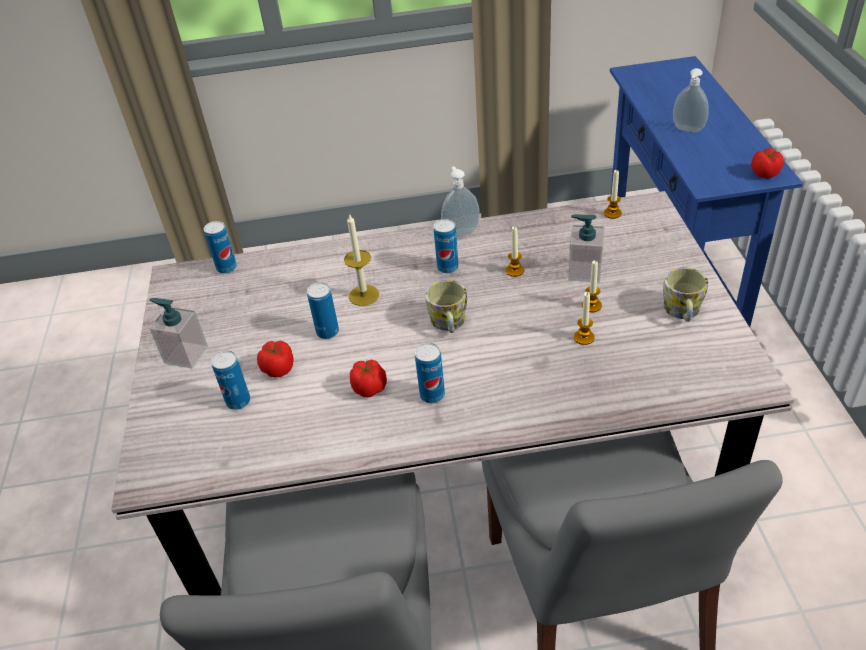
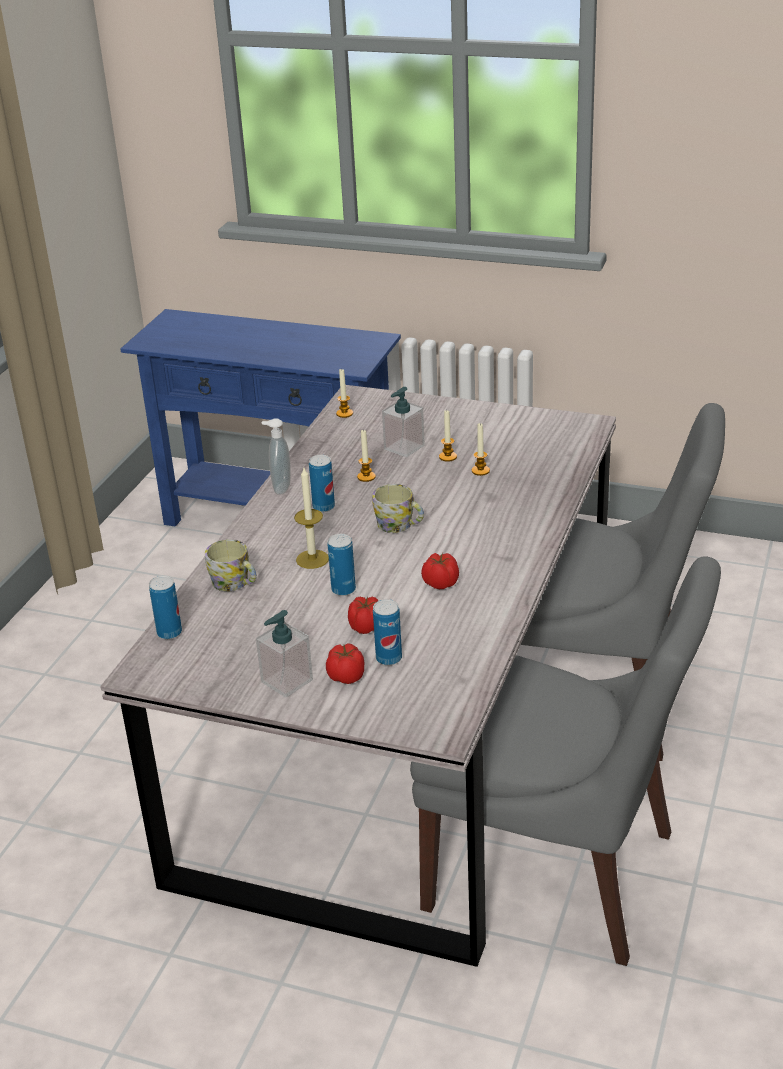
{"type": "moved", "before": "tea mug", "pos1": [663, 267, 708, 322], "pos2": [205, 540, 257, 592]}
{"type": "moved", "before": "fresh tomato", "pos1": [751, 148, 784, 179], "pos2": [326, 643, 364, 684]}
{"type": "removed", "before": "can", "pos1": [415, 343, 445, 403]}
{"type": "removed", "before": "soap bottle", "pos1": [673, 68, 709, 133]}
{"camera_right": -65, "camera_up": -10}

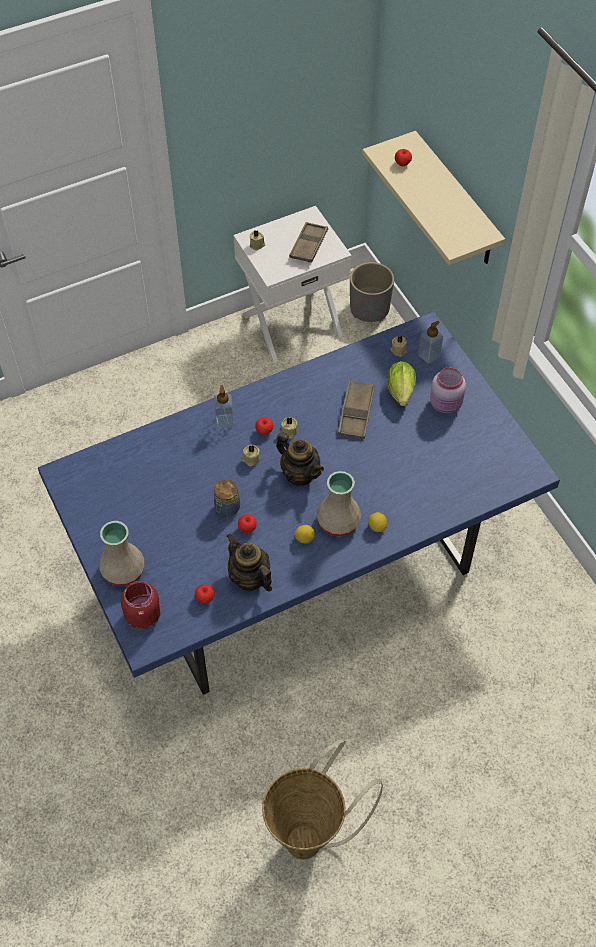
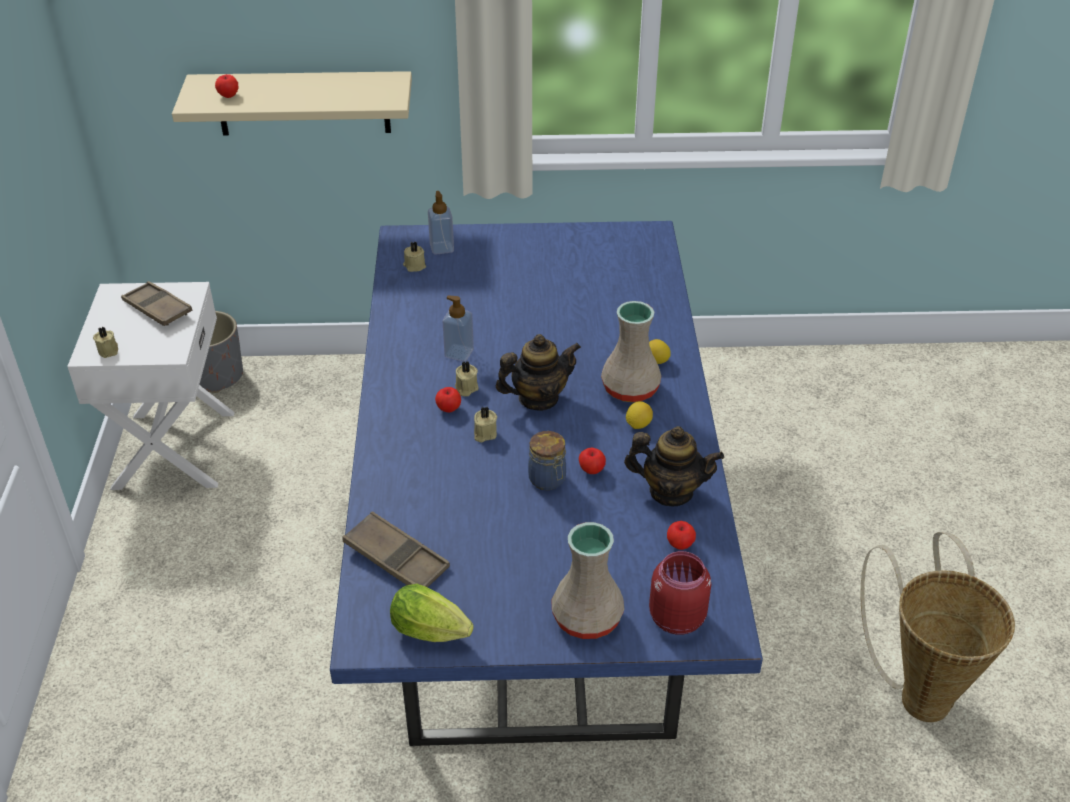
{"type": "moved", "before": "serving tray in brown", "pos1": [338, 381, 375, 439], "pos2": [342, 511, 450, 588]}
{"type": "moved", "before": "head of lettuce", "pos1": [387, 361, 416, 406], "pos2": [390, 584, 474, 642]}
{"type": "moved", "before": "soap bottle", "pos1": [214, 385, 234, 428], "pos2": [443, 296, 474, 361]}
{"type": "turned", "before": "tea pot", "pos1": [227, 534, 272, 592], "pos2": [624, 426, 724, 506], "turn": -150}
{"type": "removed", "before": "storage jar in pinkish", "pos1": [430, 368, 466, 414]}
{"camera_right": -65, "camera_up": -15}

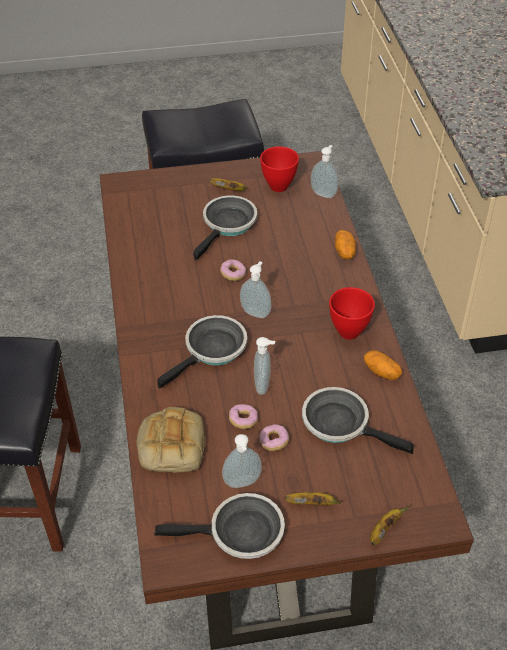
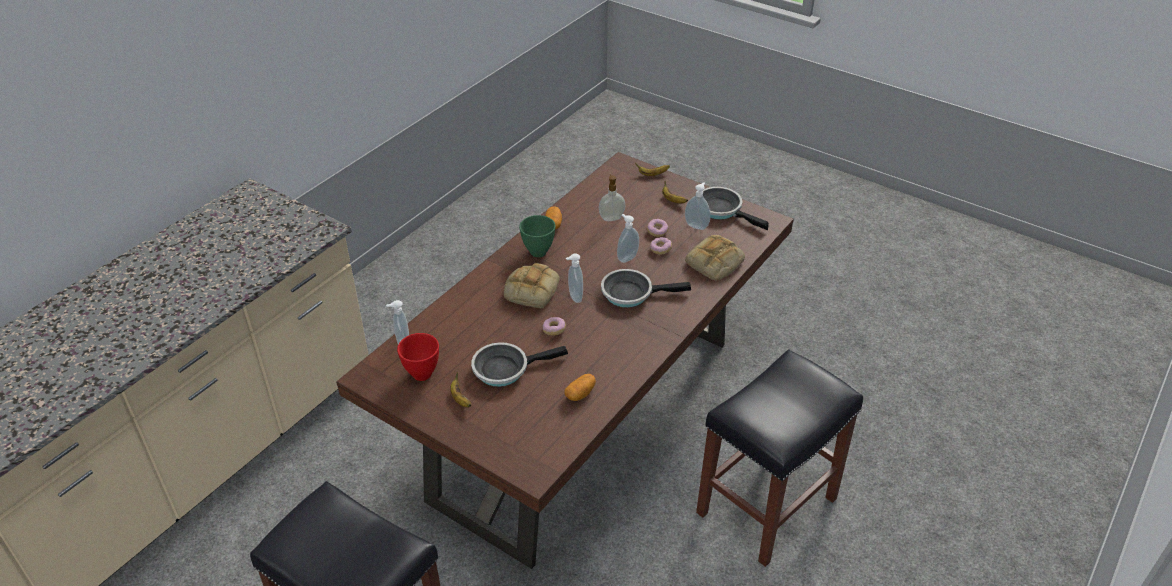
{"type": "added", "after": "baked bread", "pos2": [504, 263, 560, 308]}
{"type": "recoloured", "before": "deep dish in red", "after": "deep dish in greenish", "pos1": [329, 287, 375, 340], "pos2": [519, 215, 556, 257]}
{"type": "moved", "before": "whole potato", "pos1": [335, 230, 356, 259], "pos2": [565, 374, 596, 401]}
{"type": "replaced", "before": "frying pan", "after": "soap bottle", "pos1": [302, 387, 414, 454], "pos2": [599, 174, 625, 221]}
{"camera_right": -135, "camera_up": -5}

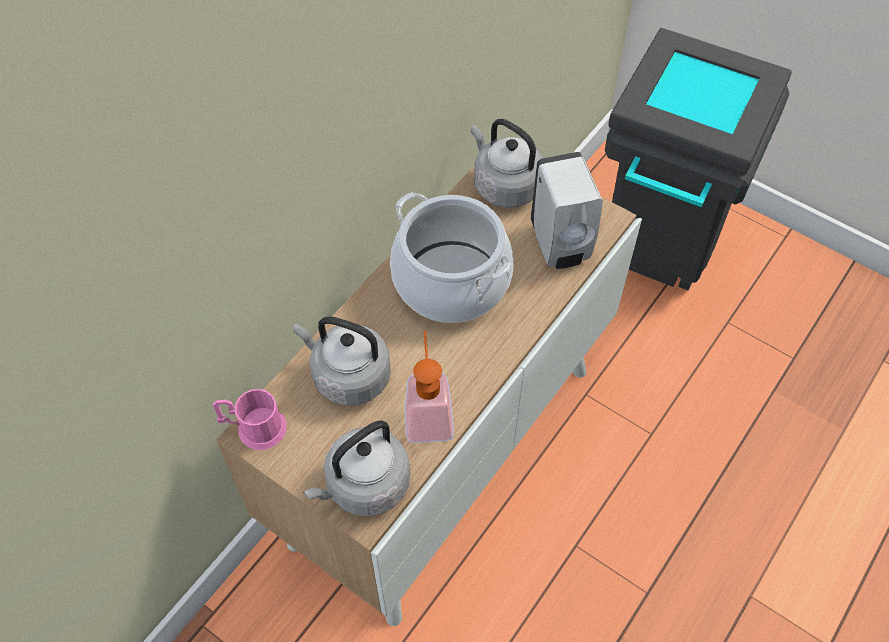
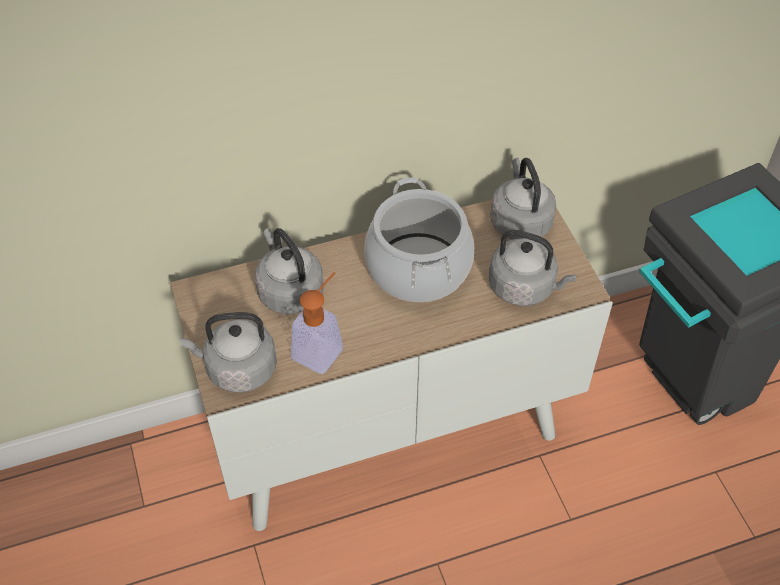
{"type": "replaced", "before": "soap bottle in whitish", "after": "tea kettle in greyish", "pos1": [531, 152, 603, 269], "pos2": [489, 230, 577, 306]}
{"type": "removed", "before": "tea mug in pinkish", "pos1": [213, 389, 287, 450]}
{"camera_right": 35, "camera_up": -5}

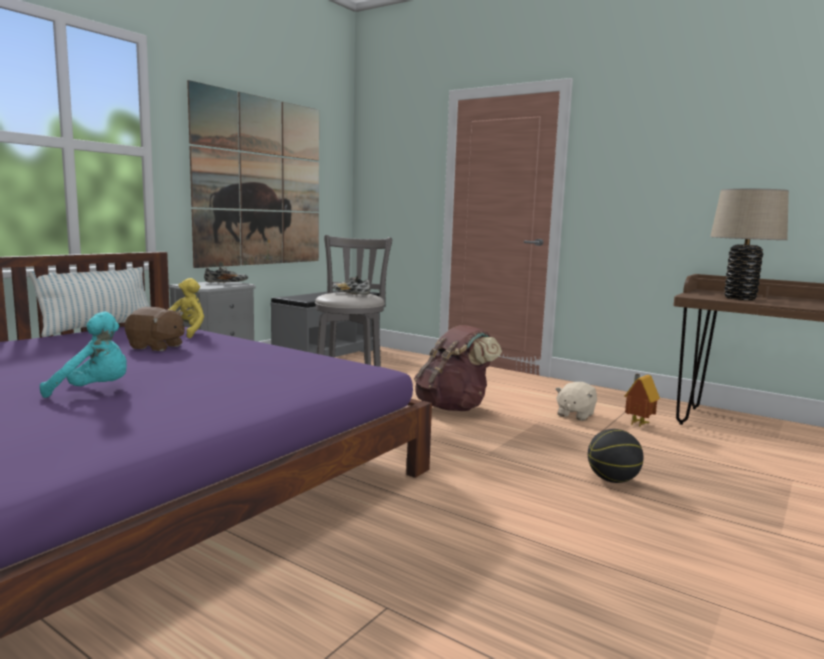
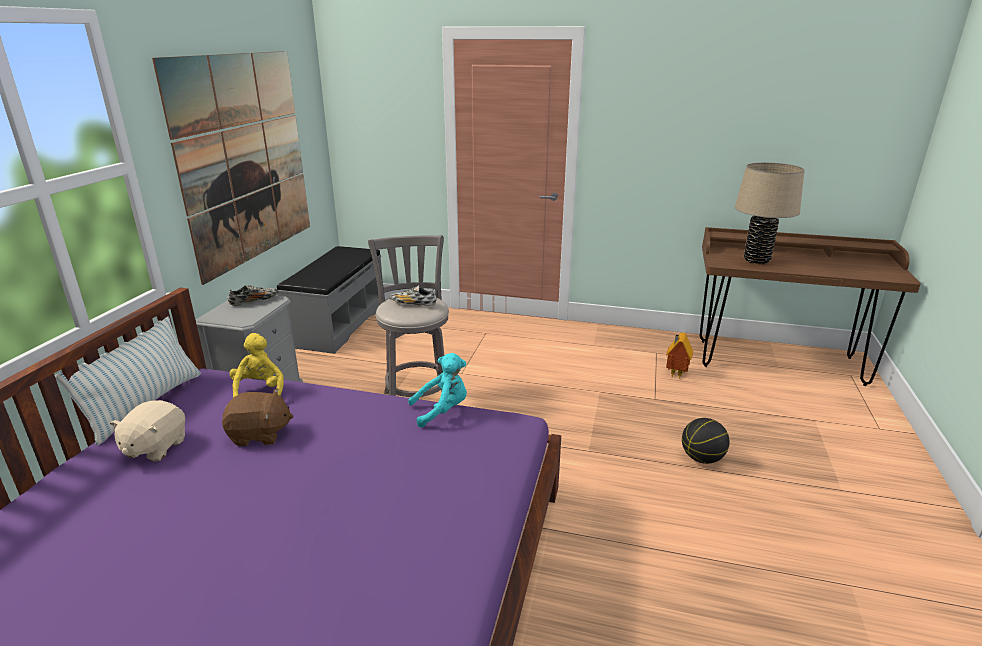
{"type": "moved", "before": "cuddly toy in beige", "pos1": [556, 382, 597, 421], "pos2": [110, 400, 185, 462]}
{"type": "moved", "before": "cuddly toy in turquoise-coloured", "pos1": [40, 312, 127, 398], "pos2": [408, 353, 467, 427]}
{"type": "removed", "before": "rucksack in brown", "pos1": [414, 325, 502, 411]}
{"camera_right": -20, "camera_up": 15}

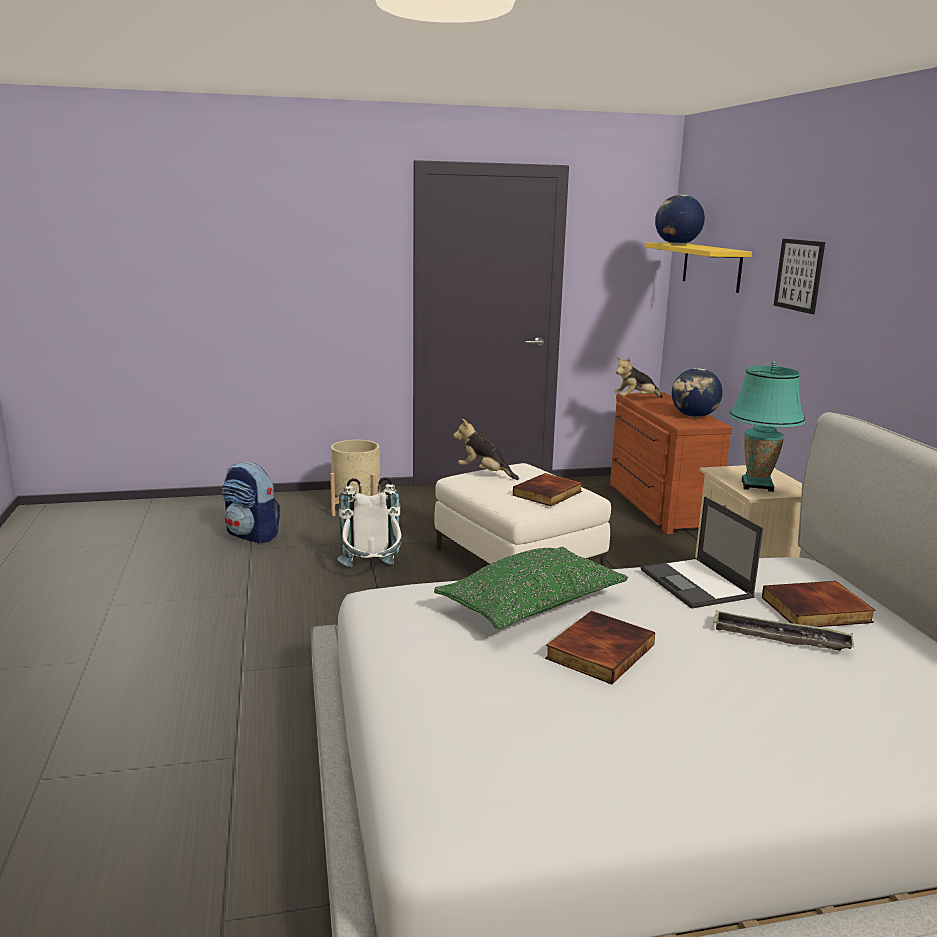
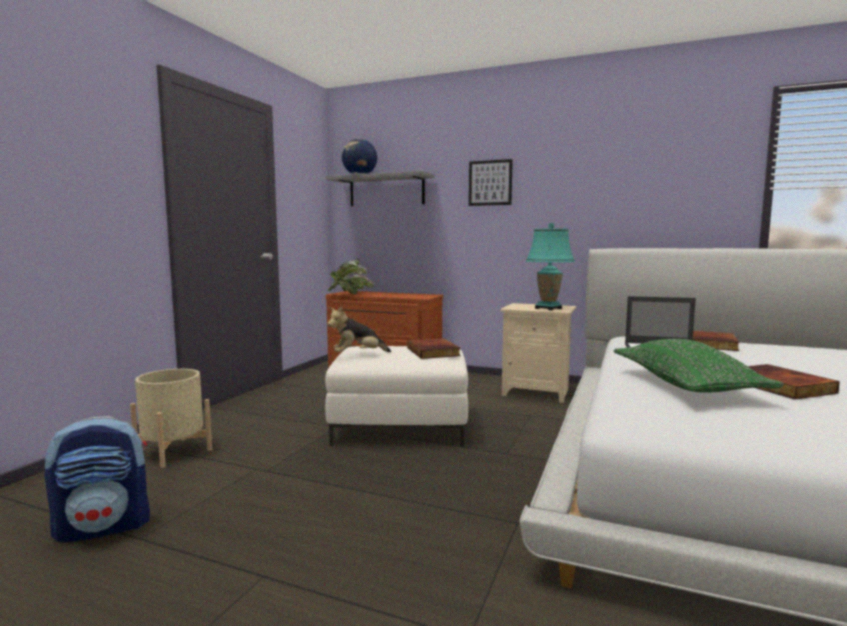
{"type": "recoloured", "before": "wall shelf in yellowish", "after": "wall shelf in greyish", "pos1": [645, 243, 752, 293], "pos2": [326, 171, 435, 206]}
{"type": "replaced", "before": "cuddly toy", "after": "potted plant", "pos1": [615, 357, 663, 398], "pos2": [327, 258, 374, 294]}
{"type": "removed", "before": "rucksack in whitish", "pos1": [338, 477, 402, 567]}
{"type": "removed", "before": "globe", "pos1": [672, 368, 723, 417]}
{"type": "removed", "before": "serving tray", "pos1": [713, 611, 854, 651]}
{"camera_right": -55, "camera_up": -10}

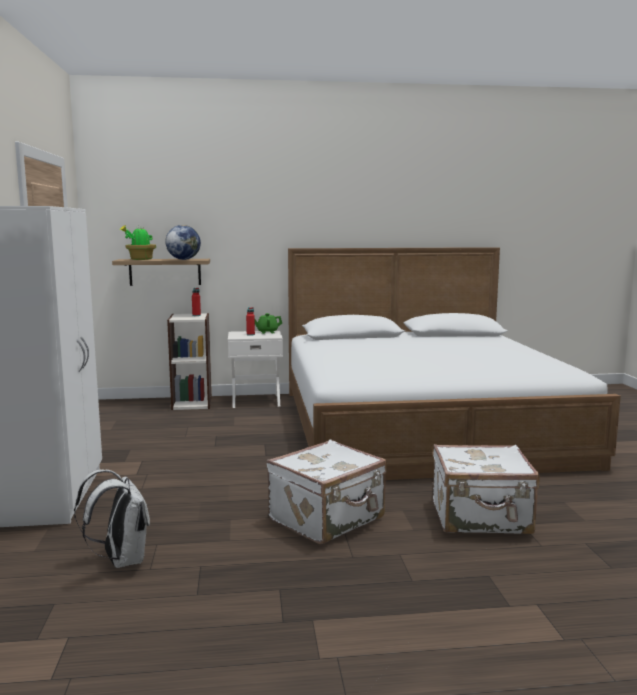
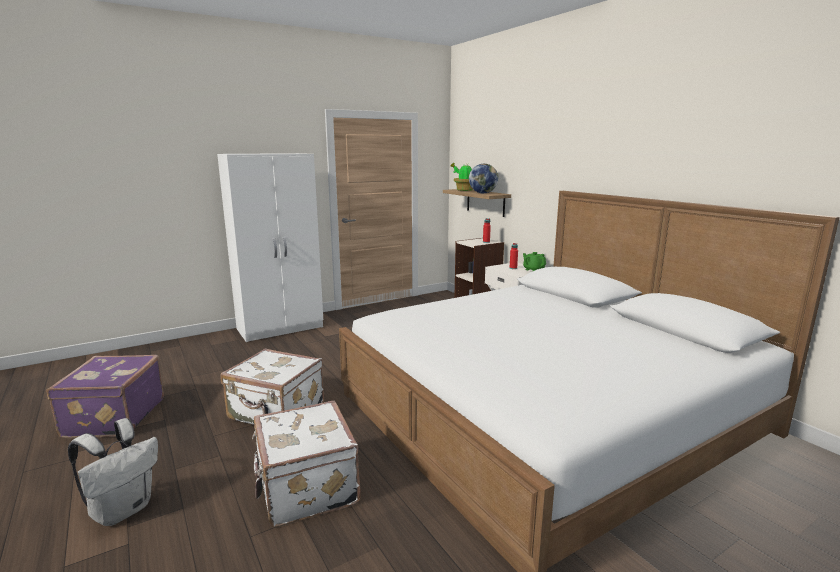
{"type": "added", "after": "suitcase in purple", "pos2": [46, 355, 164, 438]}
{"type": "moved", "before": "rucksack in whitish", "pos1": [74, 469, 150, 568], "pos2": [68, 418, 158, 526]}
{"camera_right": 65, "camera_up": 5}

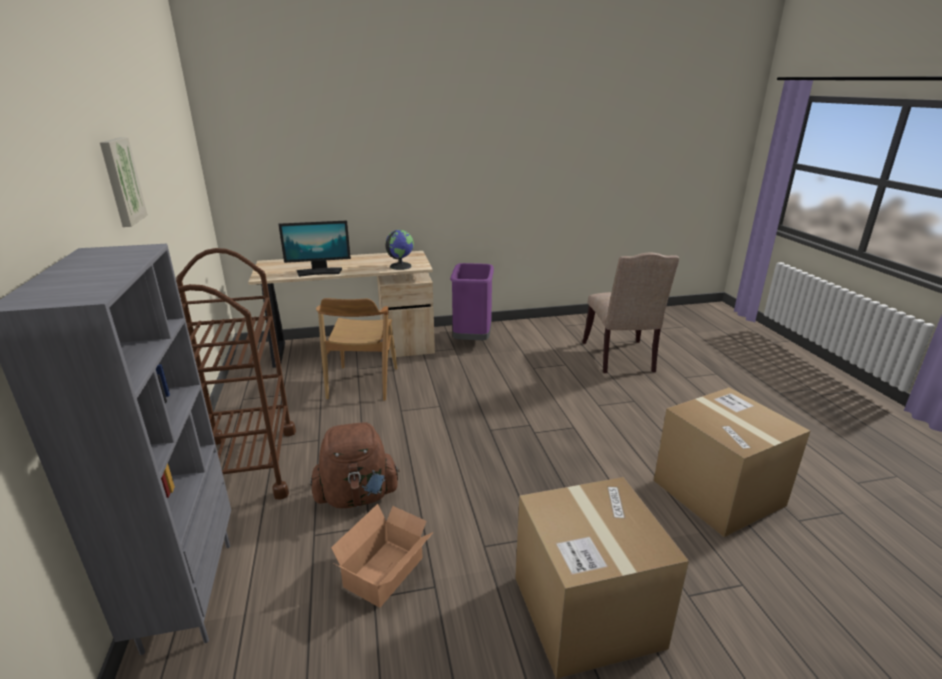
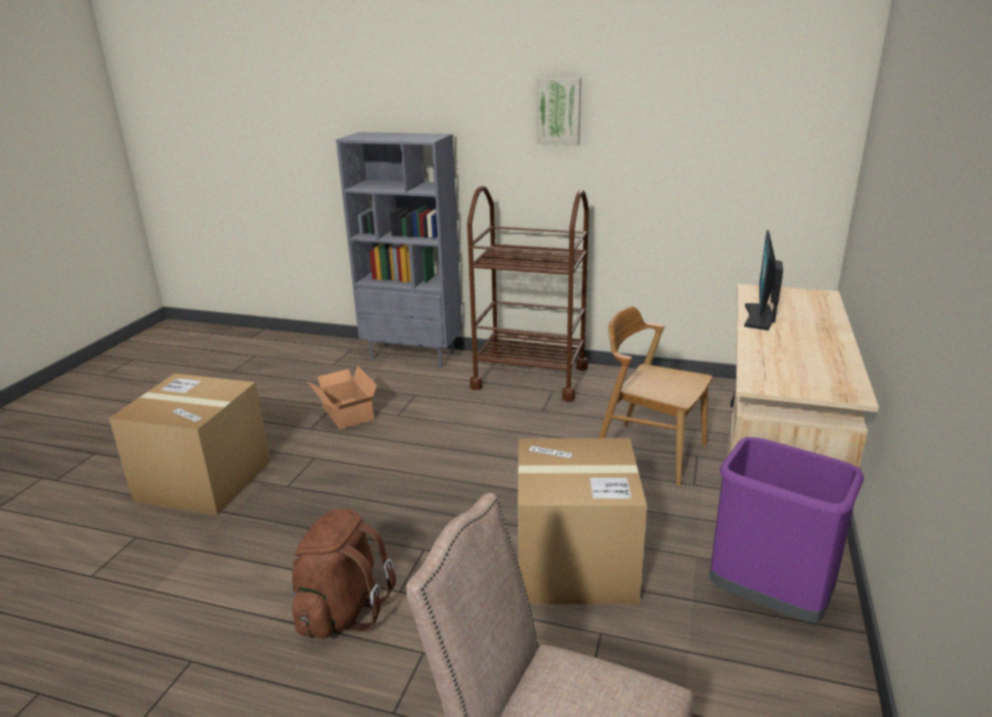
{"type": "moved", "before": "rucksack in brown", "pos1": [310, 422, 400, 508], "pos2": [292, 509, 396, 639]}
{"type": "moved", "before": "packing box", "pos1": [654, 387, 810, 537], "pos2": [518, 438, 647, 604]}
{"type": "removed", "before": "globe", "pos1": [385, 230, 414, 270]}
{"camera_right": 120, "camera_up": 0}

